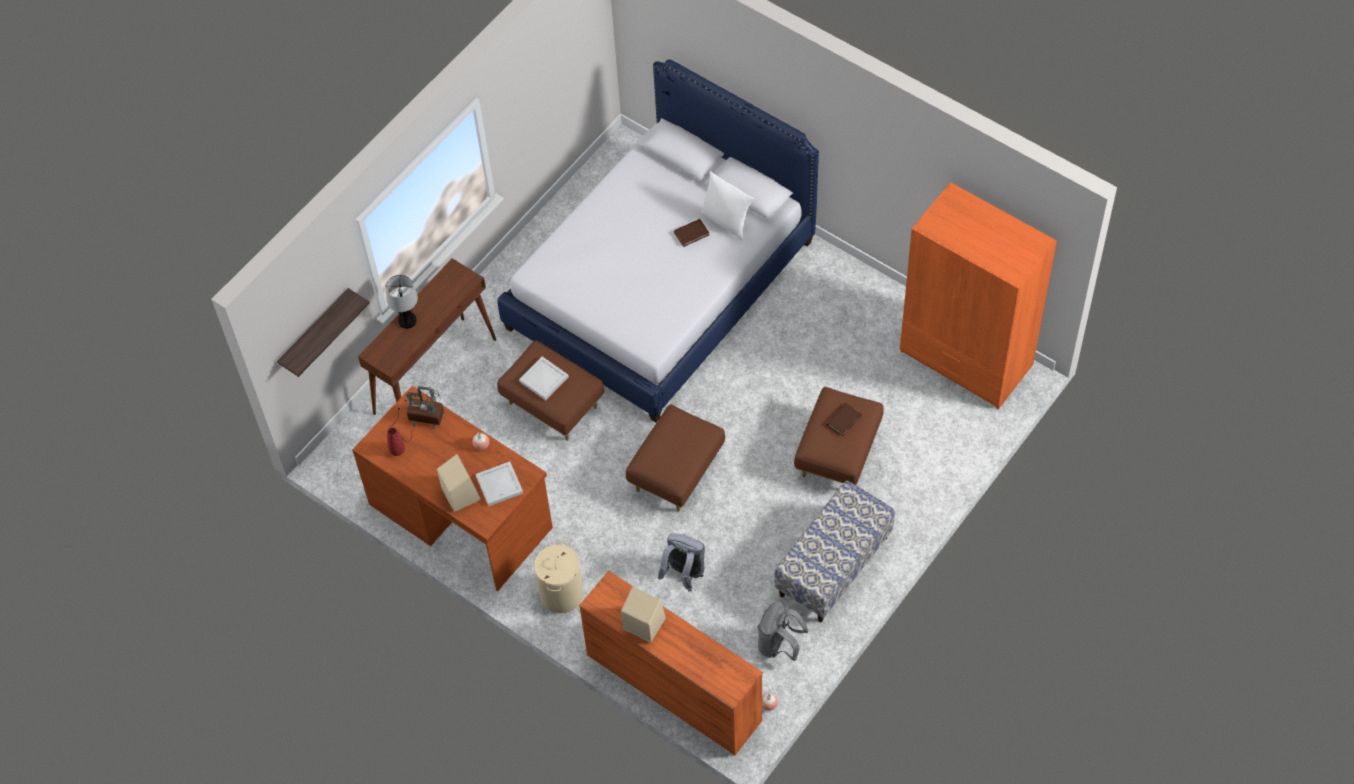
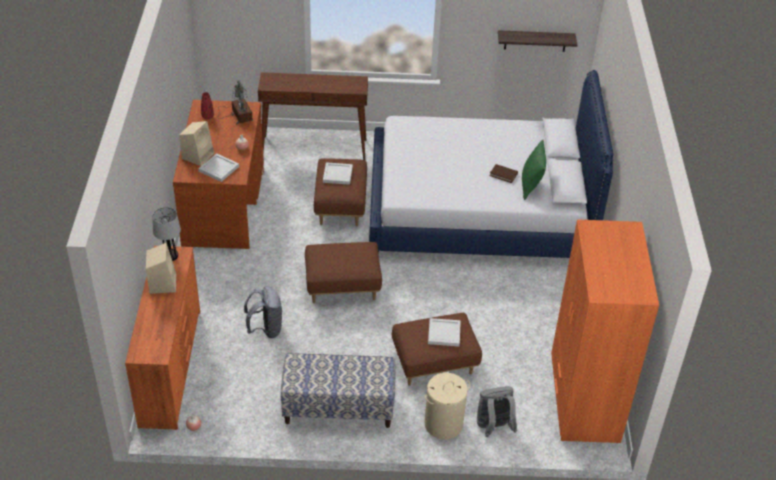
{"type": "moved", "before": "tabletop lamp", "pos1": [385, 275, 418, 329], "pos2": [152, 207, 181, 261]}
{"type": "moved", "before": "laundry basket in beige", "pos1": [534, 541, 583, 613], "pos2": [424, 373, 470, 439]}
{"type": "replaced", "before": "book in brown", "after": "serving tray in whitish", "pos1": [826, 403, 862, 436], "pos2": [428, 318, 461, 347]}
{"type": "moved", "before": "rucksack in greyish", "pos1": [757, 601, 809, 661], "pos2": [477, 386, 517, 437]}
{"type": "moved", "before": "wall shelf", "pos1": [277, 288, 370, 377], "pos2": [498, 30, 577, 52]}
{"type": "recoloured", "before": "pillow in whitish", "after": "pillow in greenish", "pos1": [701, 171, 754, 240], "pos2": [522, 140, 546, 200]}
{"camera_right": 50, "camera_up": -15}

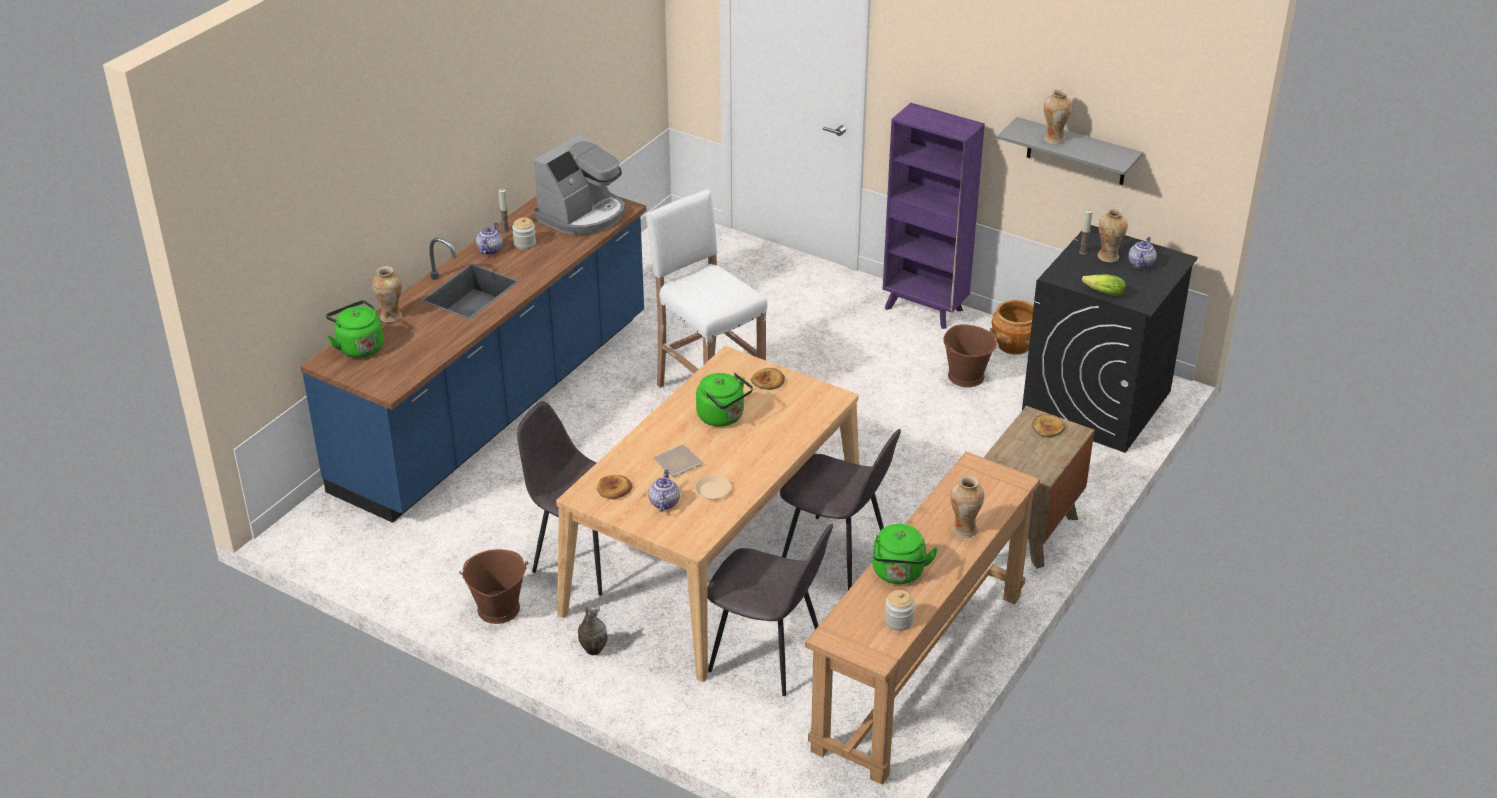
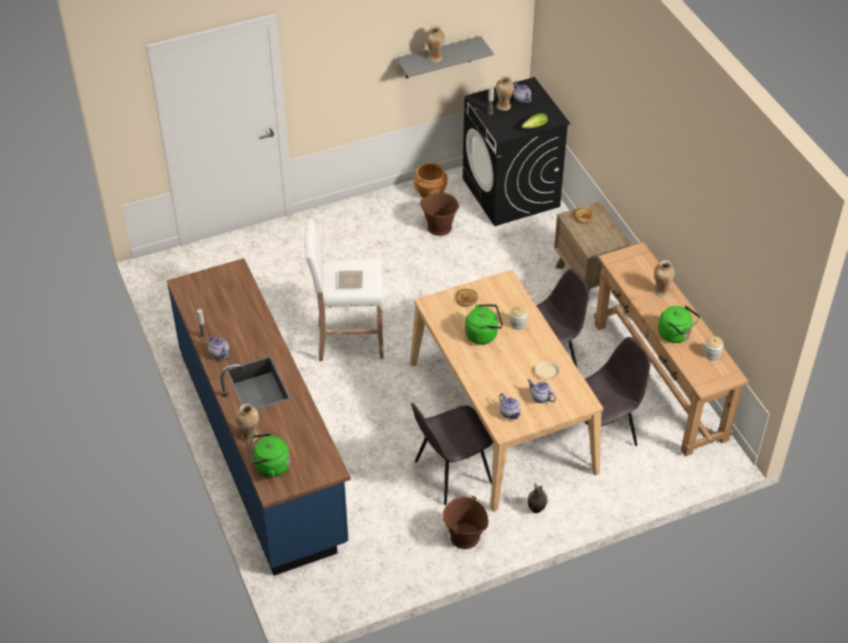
{"type": "moved", "before": "plate", "pos1": [653, 445, 704, 477], "pos2": [338, 271, 363, 288]}
{"type": "replaced", "before": "baked bread", "after": "tea pot", "pos1": [597, 475, 632, 499], "pos2": [499, 393, 521, 419]}
{"type": "moved", "before": "storage jar", "pos1": [512, 218, 536, 249], "pos2": [510, 306, 528, 330]}
{"type": "removed", "before": "coffee maker", "pos1": [534, 134, 625, 235]}
{"type": "removed", "before": "shelving unit in purple", "pos1": [883, 103, 985, 329]}
{"camera_right": -55, "camera_up": 10}

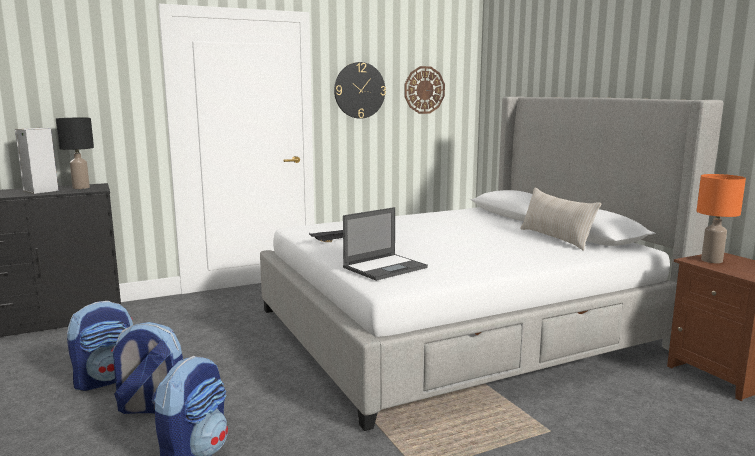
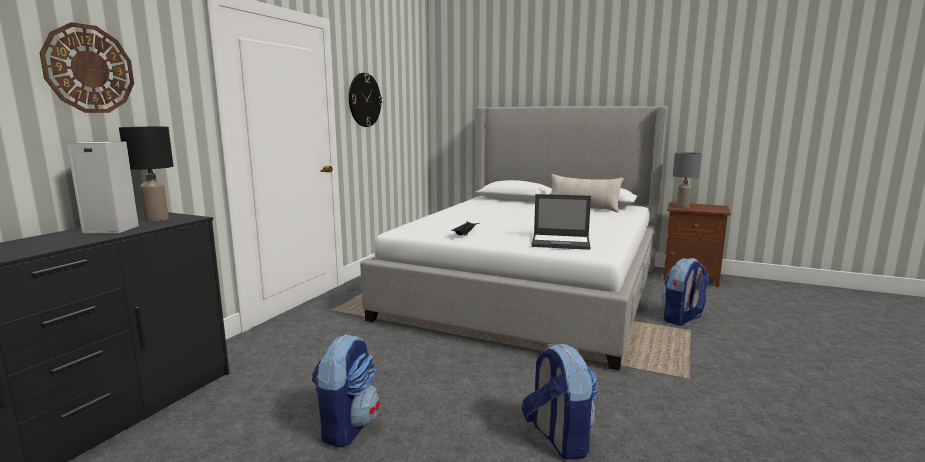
{"type": "moved", "before": "clock on the wall", "pos1": [405, 66, 445, 114], "pos2": [40, 22, 134, 113]}
{"type": "turned", "before": "portable computer", "pos1": [343, 207, 428, 281], "pos2": [531, 194, 591, 250], "turn": 90}
{"type": "moved", "before": "rucksack", "pos1": [111, 322, 183, 414], "pos2": [662, 258, 709, 325]}
{"type": "recoloured", "before": "tabletop lamp in orangey", "after": "tabletop lamp in greyish", "pos1": [697, 174, 746, 263], "pos2": [673, 152, 701, 208]}
{"camera_right": -40, "camera_up": 0}

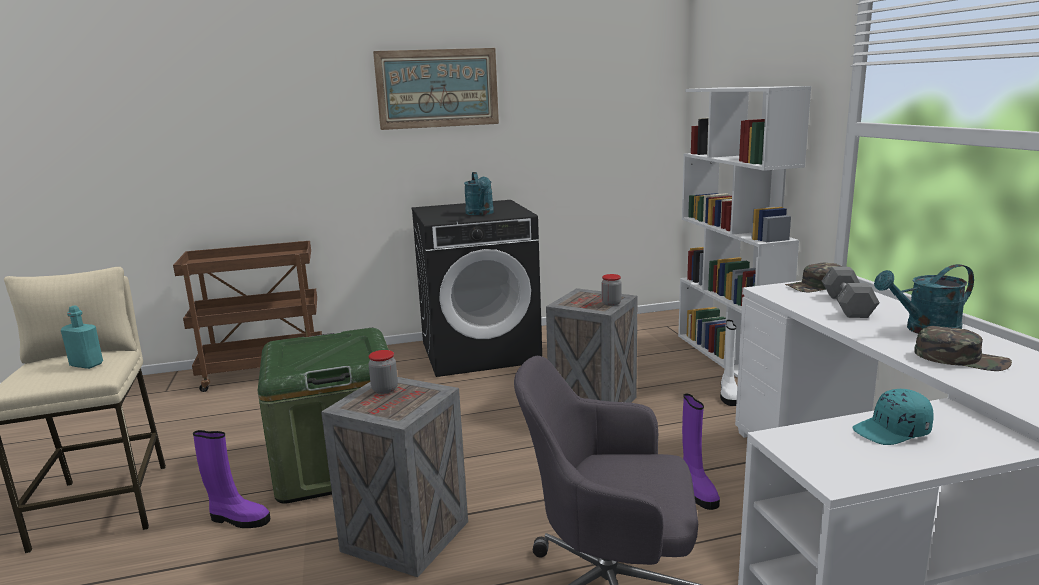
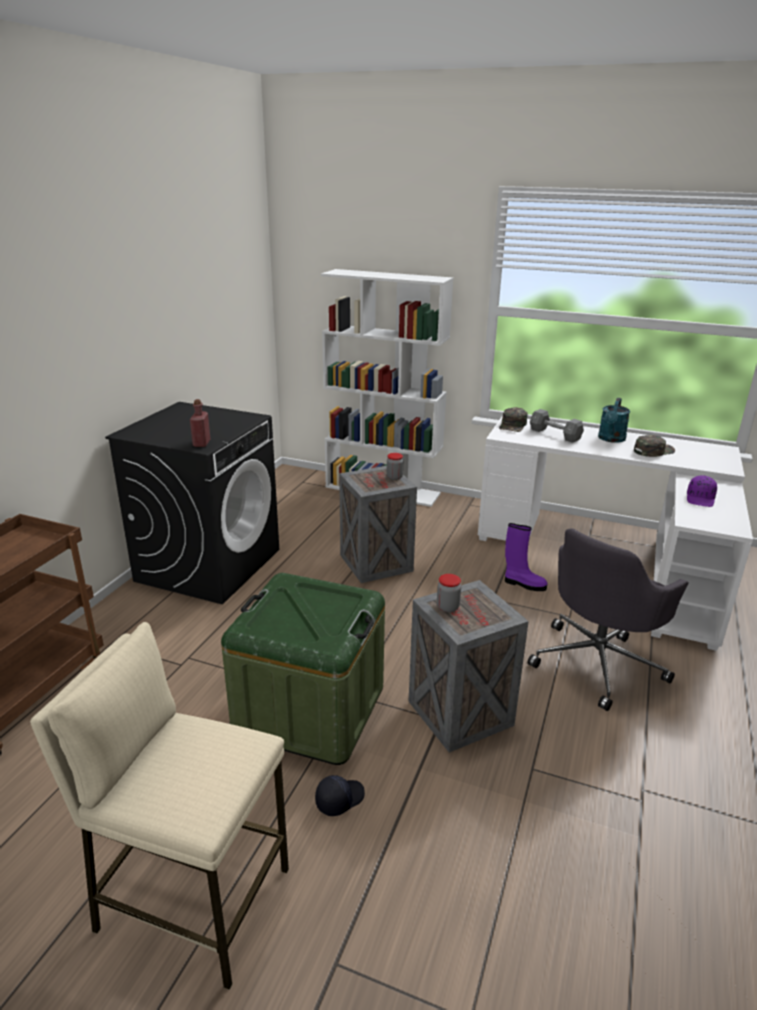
{"type": "added", "after": "beverage bottle in red", "pos2": [190, 399, 210, 447]}
{"type": "replaced", "before": "high-top boot in purple", "after": "peaked cap in blackish", "pos1": [193, 430, 271, 528], "pos2": [315, 775, 365, 816]}
{"type": "recoloured", "before": "peaked cap in turquoise-coloured", "after": "peaked cap in purple", "pos1": [852, 389, 934, 445], "pos2": [687, 476, 717, 507]}
{"type": "removed", "before": "beverage bottle in turquoise-coloured", "pos1": [61, 305, 103, 369]}
{"type": "removed", "before": "wall picture", "pos1": [373, 48, 499, 130]}
{"type": "removed", "before": "sprinkling can in turquoise-coloured", "pos1": [464, 172, 494, 215]}
{"type": "removed", "before": "high-top boot in whitish", "pos1": [720, 320, 737, 406]}
{"camera_right": -55, "camera_up": 10}

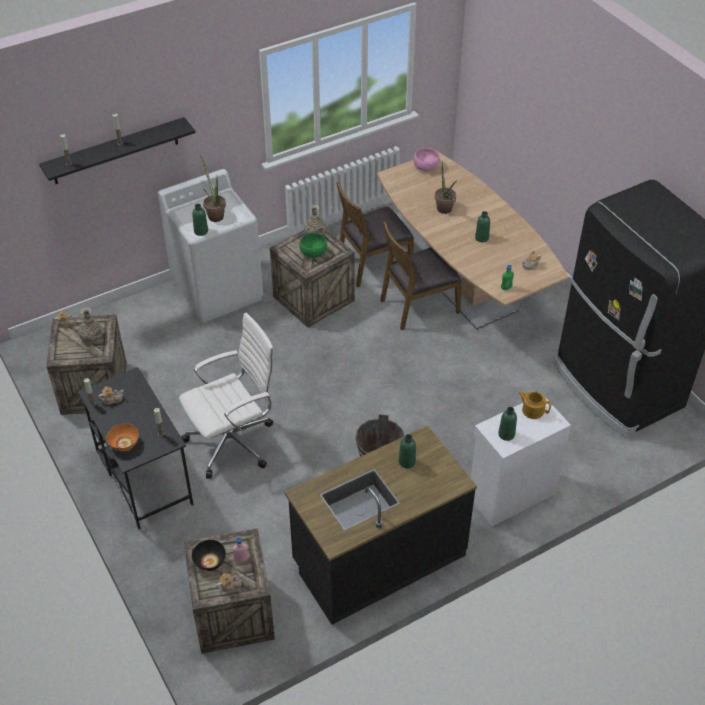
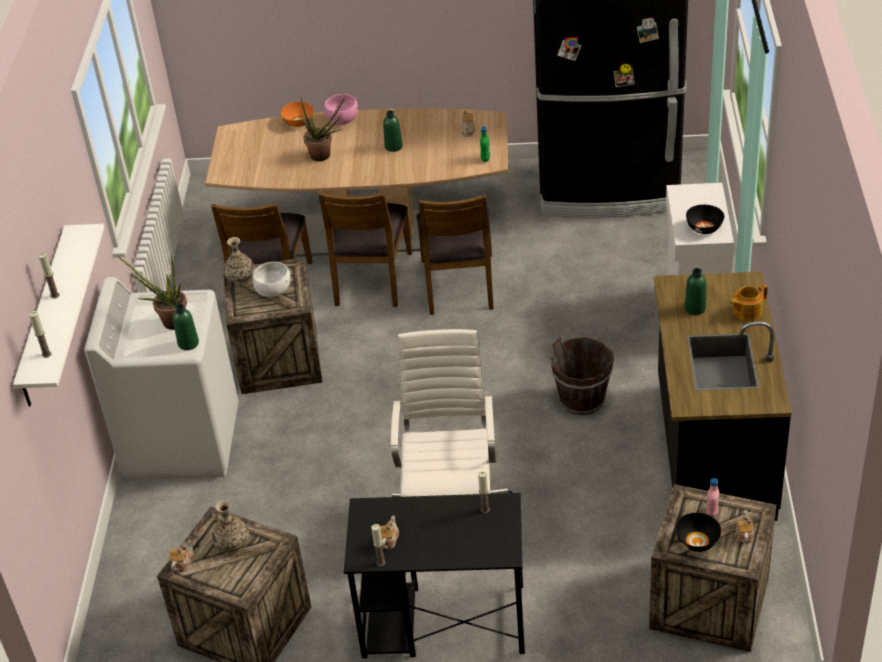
{"type": "recoloured", "before": "wall shelf in blackish", "after": "wall shelf in whitish", "pos1": [39, 117, 196, 184], "pos2": [13, 224, 104, 406]}
{"type": "recoloured", "before": "deep dish in greenish", "after": "deep dish in whitish", "pos1": [299, 233, 327, 258], "pos2": [253, 262, 291, 297]}
{"type": "moved", "before": "deep dish in orangey", "pos1": [107, 423, 139, 451], "pos2": [281, 102, 314, 127]}
{"type": "moved", "before": "deep dish in pinkish", "pos1": [413, 148, 440, 171], "pos2": [324, 94, 358, 125]}
{"type": "added", "after": "plain chair in brown", "pos2": [416, 194, 493, 315]}
{"type": "replaced", "before": "beverage bottle in greenish", "after": "deep dish in blackish", "pos1": [498, 407, 517, 441], "pos2": [686, 205, 724, 234]}
{"type": "moved", "before": "tea pot", "pos1": [518, 391, 551, 419], "pos2": [730, 284, 768, 321]}
{"camera_right": -55, "camera_up": -5}

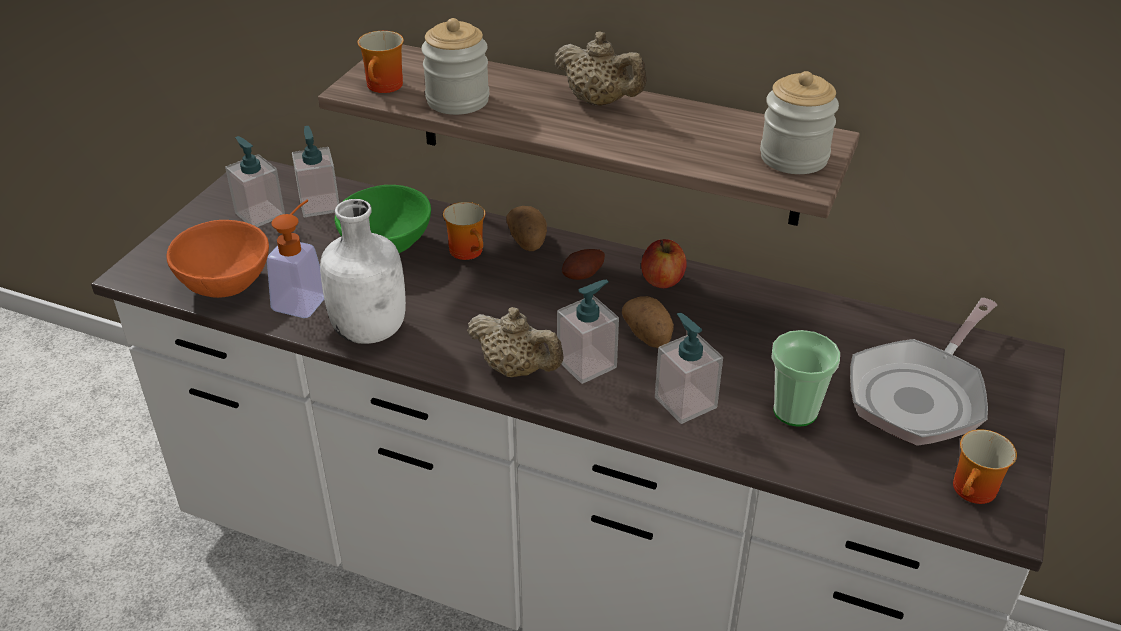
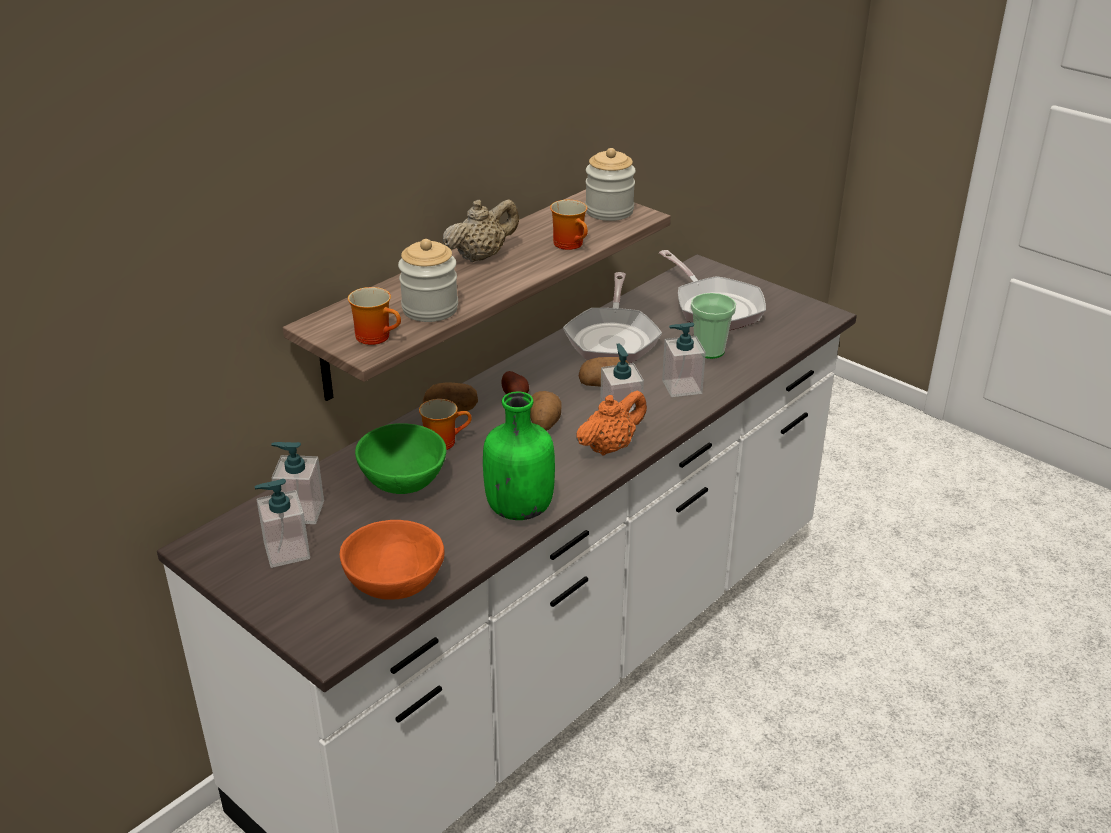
{"type": "recoloured", "before": "beverage bottle in whitish", "after": "beverage bottle in greenish", "pos1": [320, 199, 406, 344], "pos2": [483, 392, 555, 520]}
{"type": "added", "after": "whole potato", "pos2": [530, 391, 562, 431]}
{"type": "moved", "before": "tea mug", "pos1": [953, 429, 1017, 504], "pos2": [550, 200, 588, 250]}
{"type": "added", "after": "frying pan", "pos2": [563, 272, 662, 363]}
{"type": "recoloured", "before": "tea pot in beige", "after": "tea pot in orangey", "pos1": [467, 307, 563, 377], "pos2": [576, 390, 647, 456]}
{"type": "removed", "before": "soap bottle", "pos1": [267, 199, 324, 318]}
{"type": "removed", "before": "apple", "pos1": [641, 239, 687, 288]}
{"camera_right": -70, "camera_up": -5}

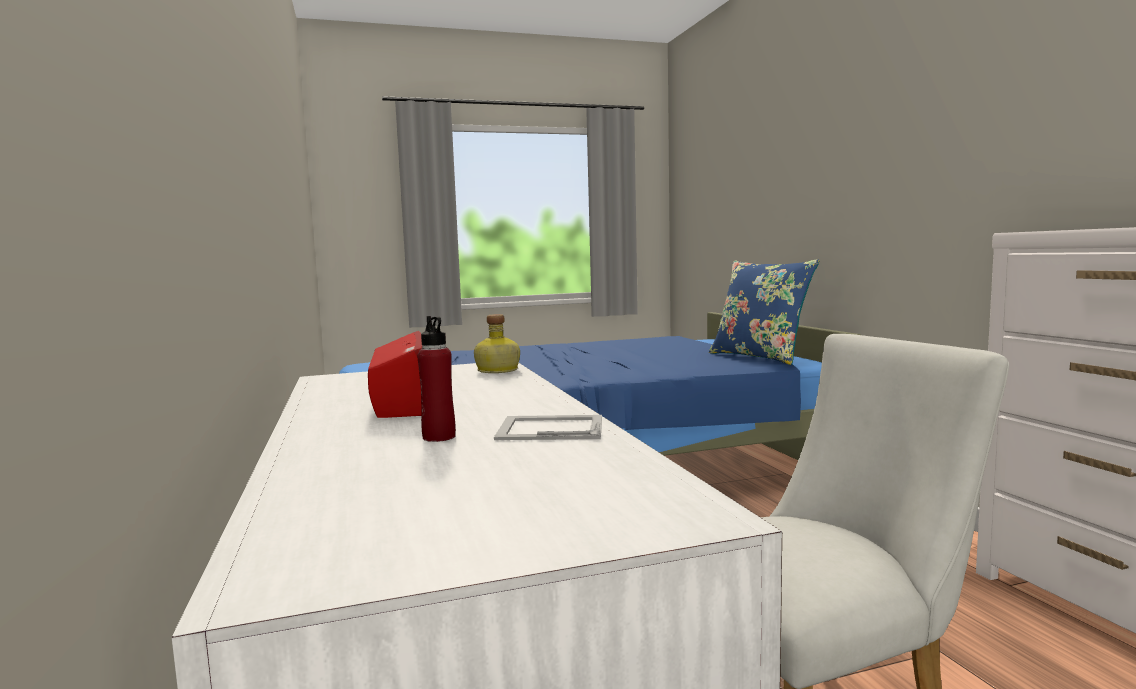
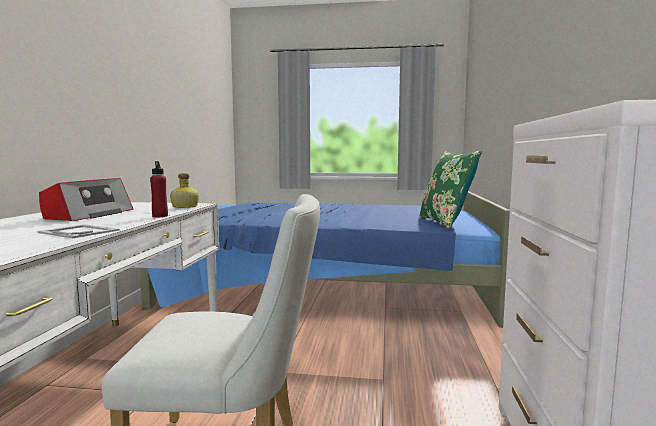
{"type": "moved", "before": "beverage bottle in red", "pos1": [418, 316, 456, 442], "pos2": [150, 161, 168, 217]}
{"type": "recoloured", "before": "pillow in blue", "after": "pillow in greenish", "pos1": [709, 259, 819, 365], "pos2": [419, 151, 482, 229]}
{"camera_right": 25, "camera_up": 0}

